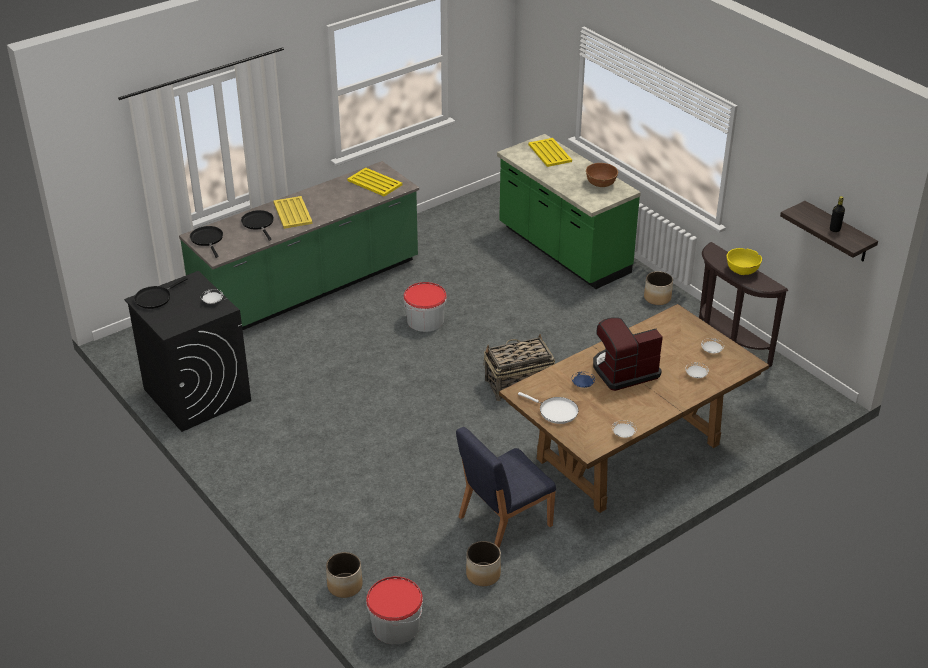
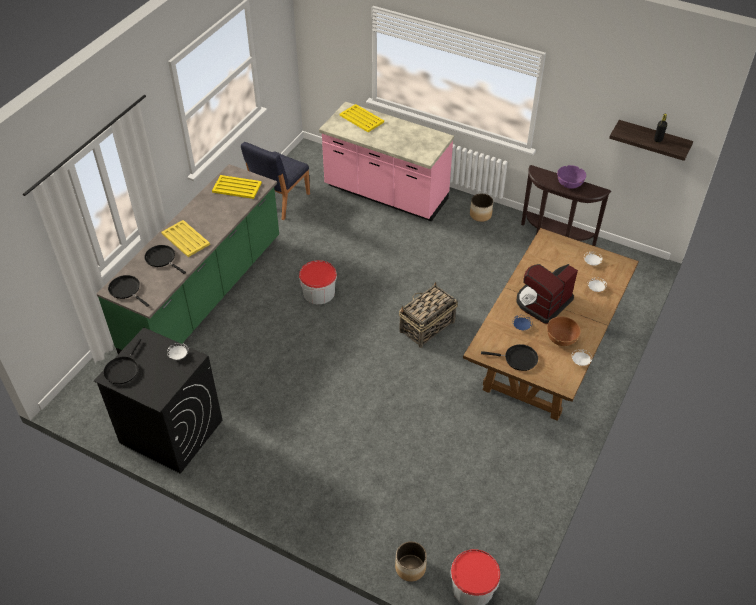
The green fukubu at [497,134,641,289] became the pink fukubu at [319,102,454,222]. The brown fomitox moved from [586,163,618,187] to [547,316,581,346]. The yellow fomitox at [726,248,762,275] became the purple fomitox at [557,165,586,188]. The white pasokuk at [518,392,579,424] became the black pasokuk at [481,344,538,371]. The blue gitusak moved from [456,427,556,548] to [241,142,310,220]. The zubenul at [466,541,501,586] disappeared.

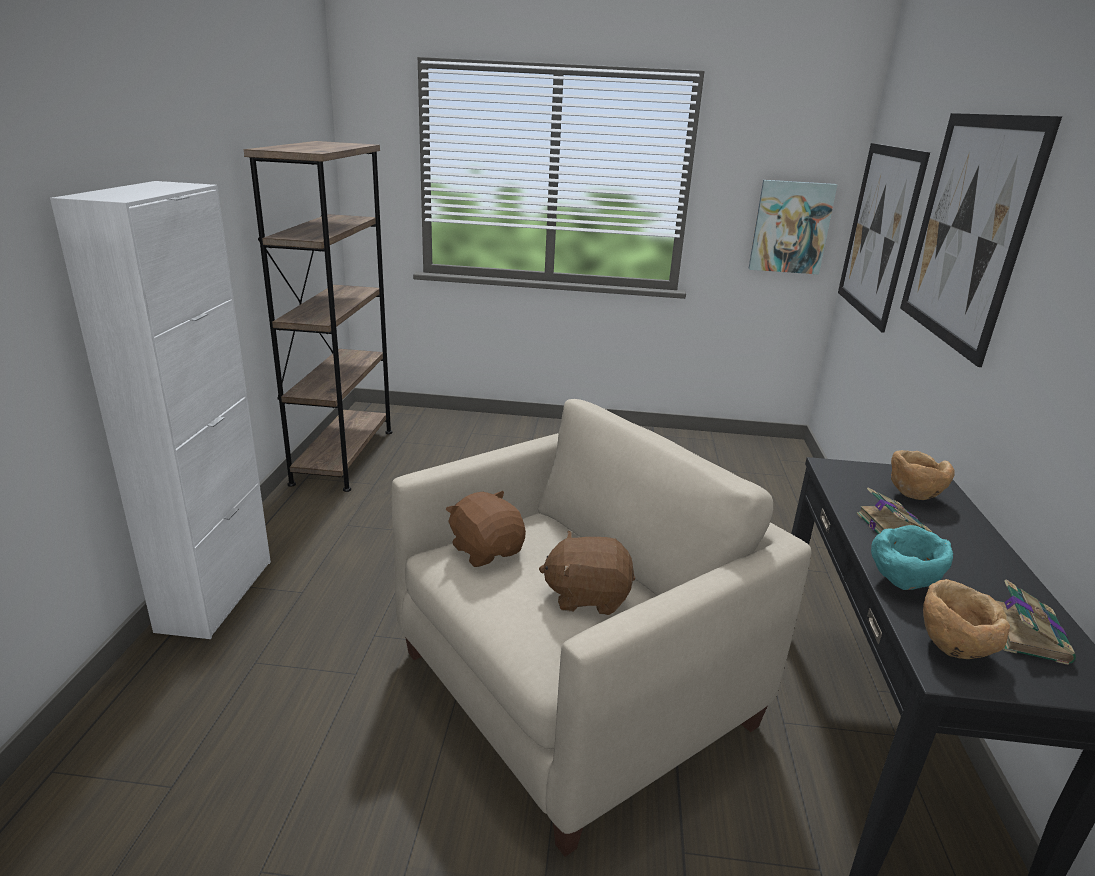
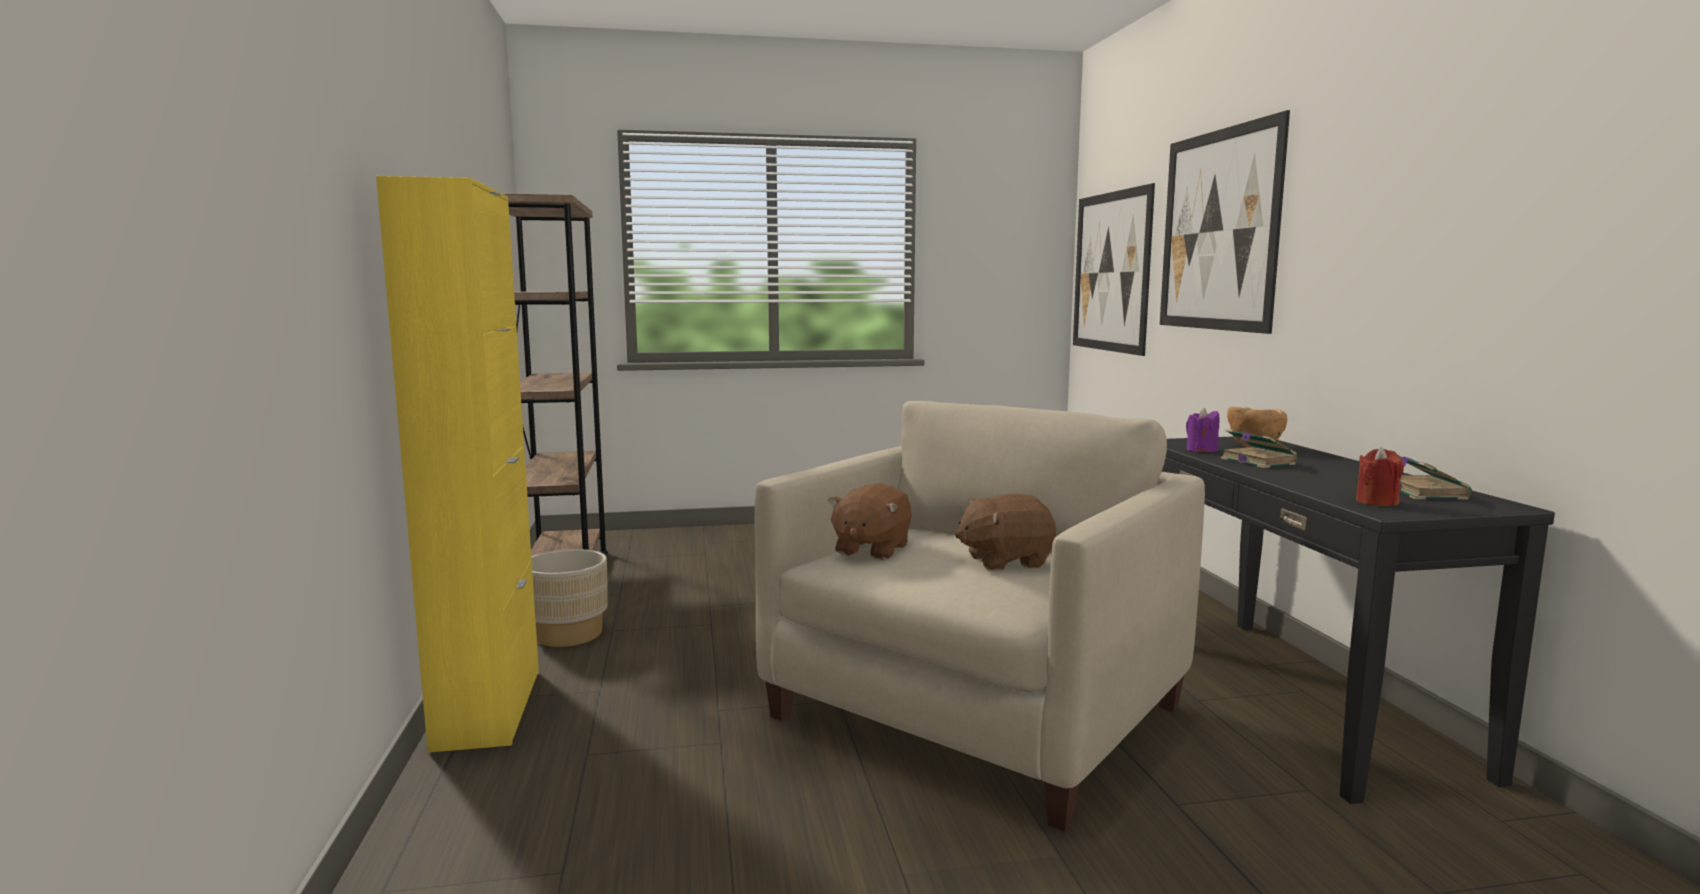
The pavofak at [749,180,837,275] disappeared. The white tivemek at [50,181,271,639] became the yellow tivemek at [376,176,539,753]. The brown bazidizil at [446,491,526,567] turned 105 degrees counterclockwise. The turquoise fomitox at [871,525,953,590] disappeared. The brown fomitox at [923,579,1010,659] was replaced by the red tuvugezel at [1356,447,1404,506]. The purple tuvugezel at [1186,408,1220,452] appeared. The beige zubenul at [531,549,608,647] appeared.

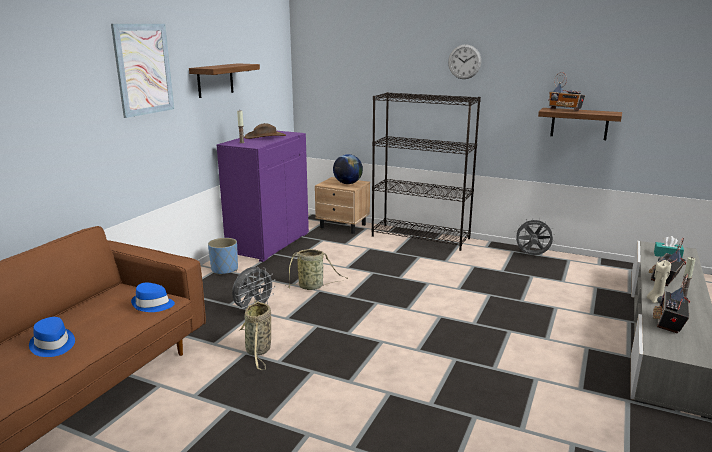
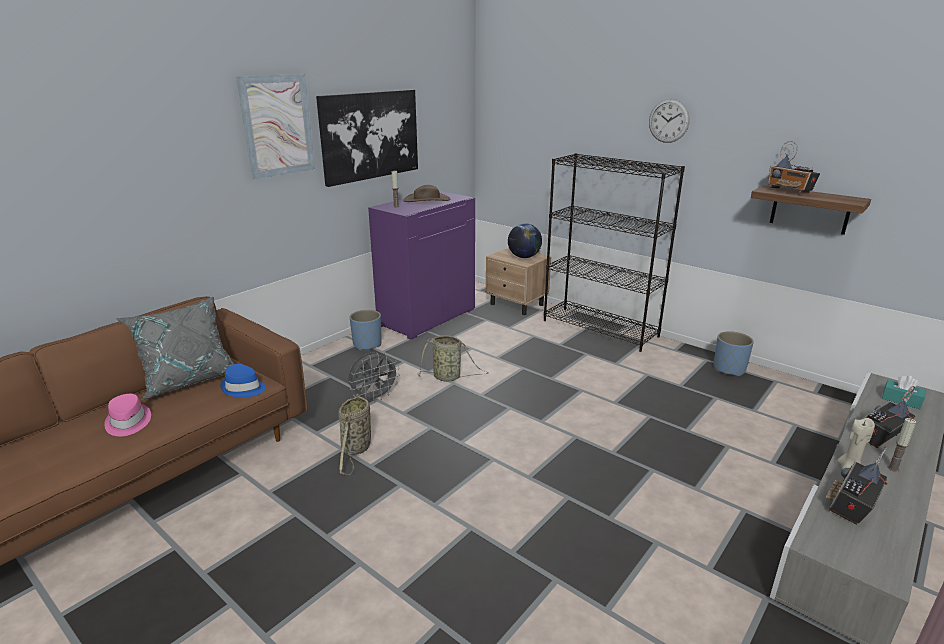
The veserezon at [189,63,260,98] was replaced by the pavofak at [316,89,418,187]. The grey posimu at [514,218,555,255] was replaced by the blue zubenul at [714,331,754,376]. The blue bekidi at [29,317,75,357] became the pink bekidi at [104,394,151,436]. The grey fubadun at [116,297,234,400] appeared.

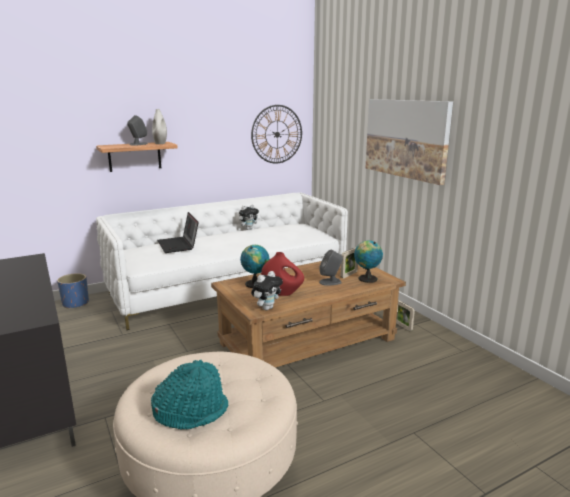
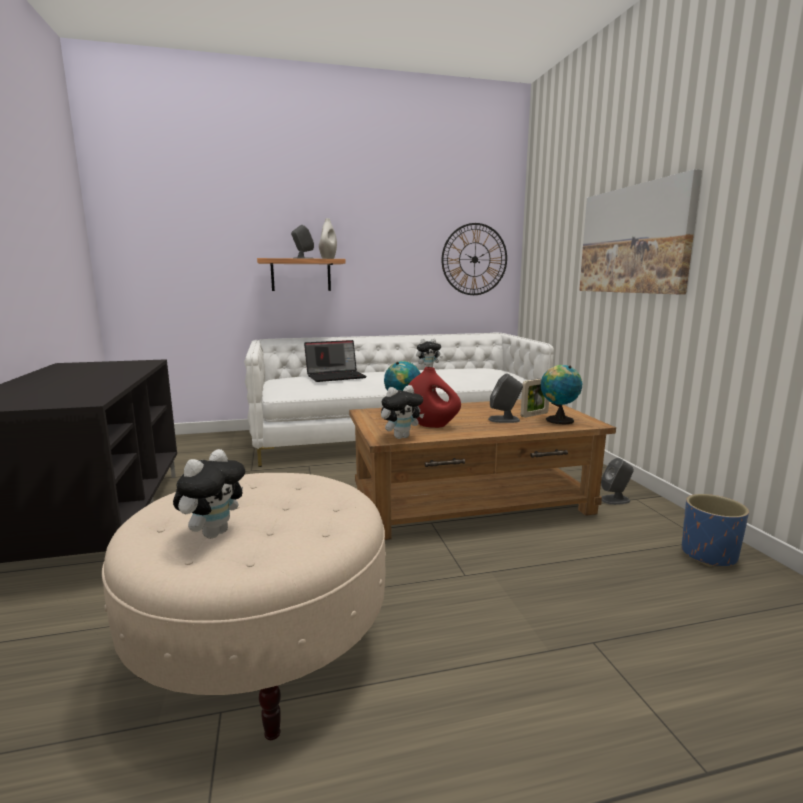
The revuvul at [157,212,199,253] turned 105 degrees counterclockwise. The blue zubenul moved from [57,273,89,309] to [682,494,749,567]. The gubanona at [396,300,415,331] was replaced by the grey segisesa at [601,458,634,505]. The turquoise bekidi at [151,360,228,430] was replaced by the bazidizil at [173,449,245,538].

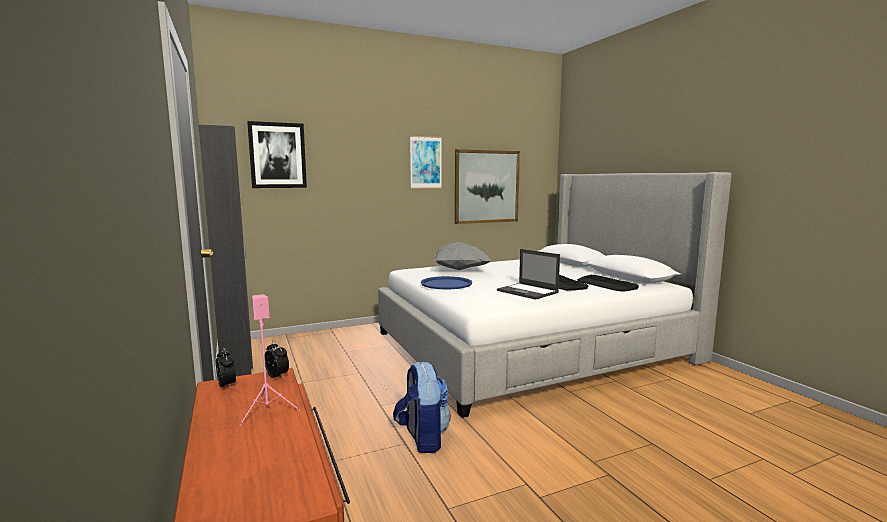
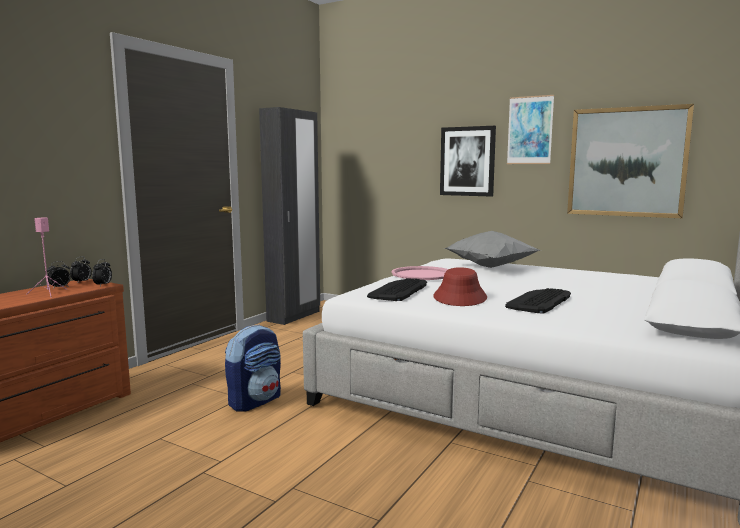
The pavofak moved from [247,121,307,188] to [440,126,496,197]. The revuvul at [497,249,560,300] was replaced by the red bekidi at [433,267,487,306]. The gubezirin moved from [577,275,639,292] to [367,278,427,301]. The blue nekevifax at [421,276,472,289] became the pink nekevifax at [391,266,448,280]. The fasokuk at [47,261,70,289] appeared.

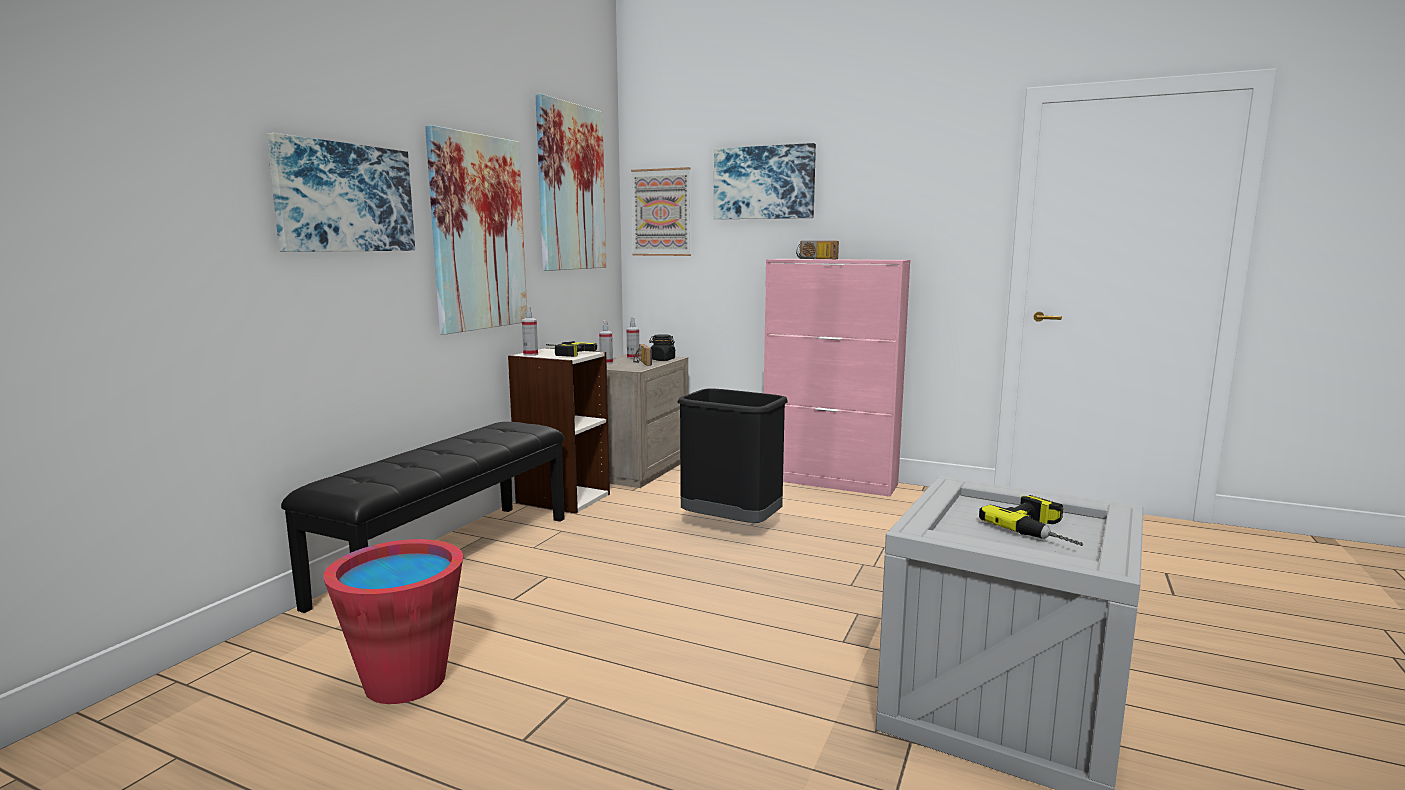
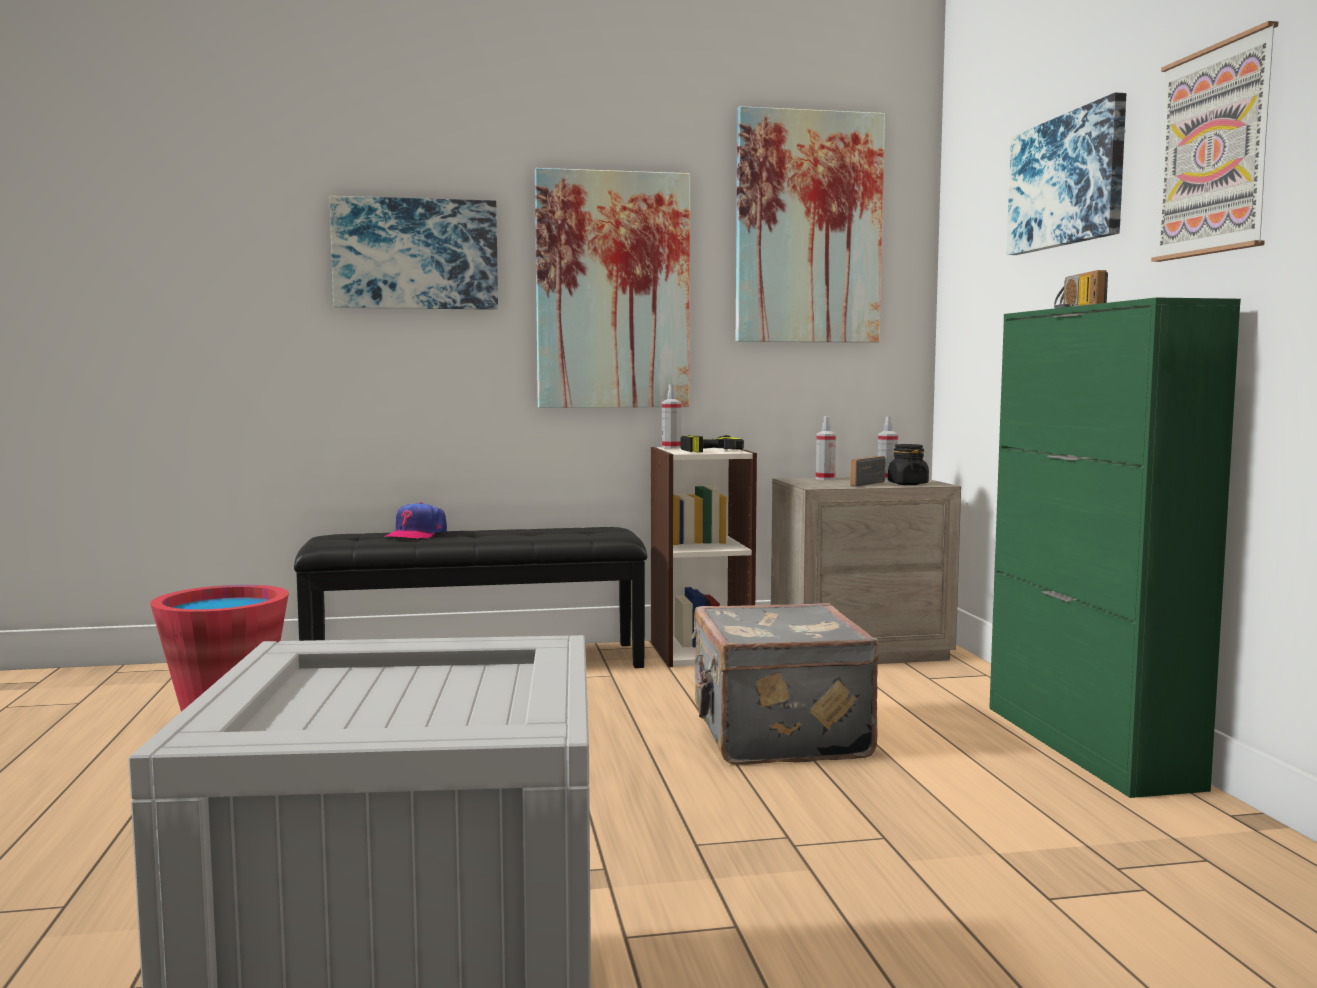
The pavofak moved from [631,167,691,256] to [1151,21,1278,262]. The pink tivemek at [764,259,910,497] became the green tivemek at [989,298,1241,798]. The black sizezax at [677,388,788,523] was replaced by the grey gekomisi at [691,603,879,765]. The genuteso at [979,495,1083,546] disappeared. The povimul at [384,502,447,539] appeared.

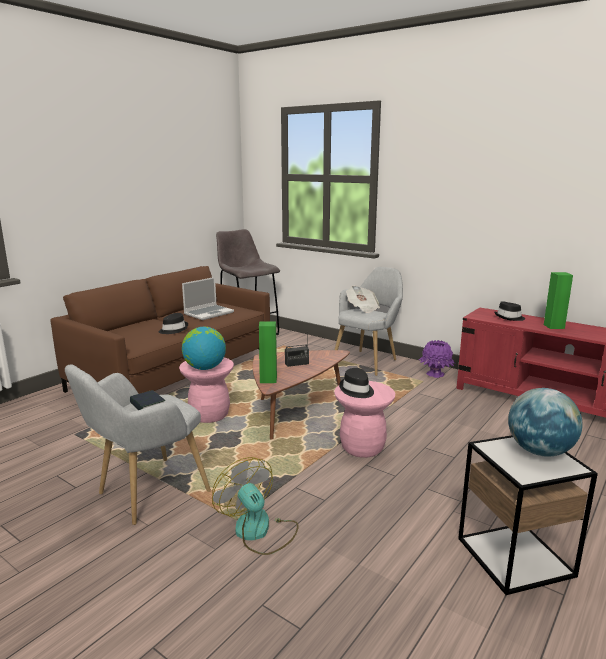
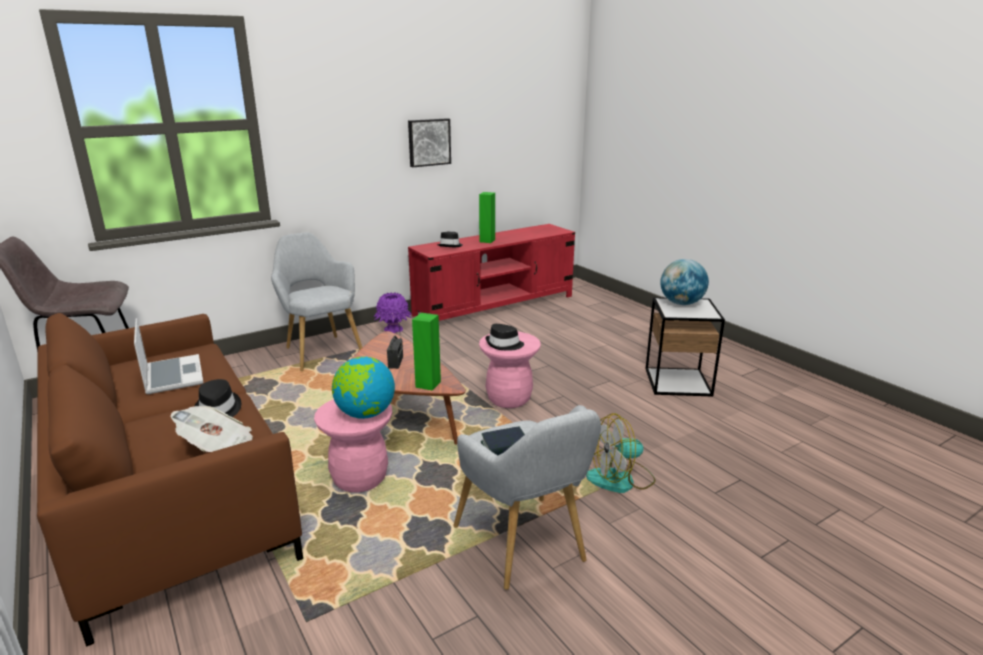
The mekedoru moved from [346,286,380,313] to [170,406,253,452]. The pavofak at [408,118,451,167] appeared.

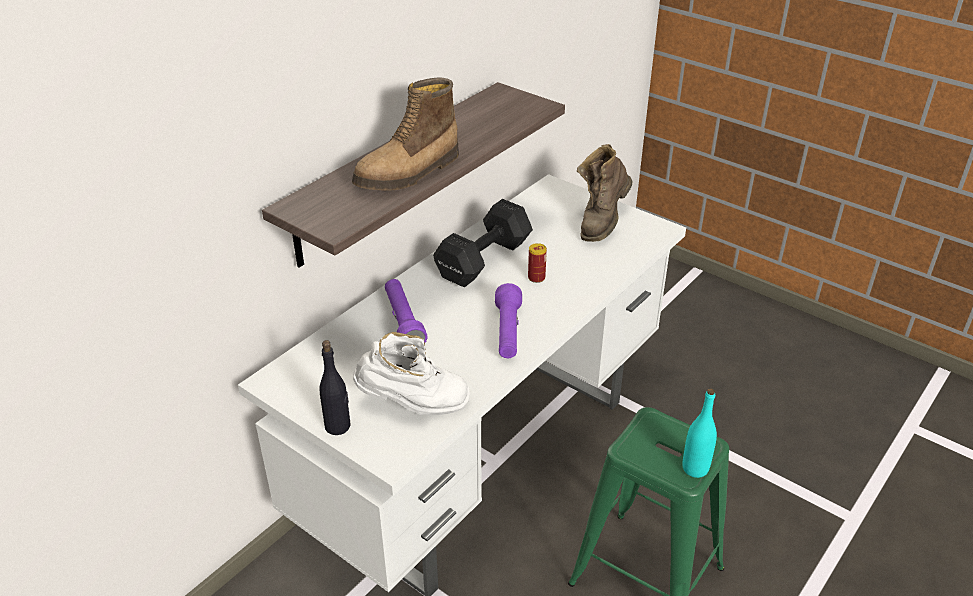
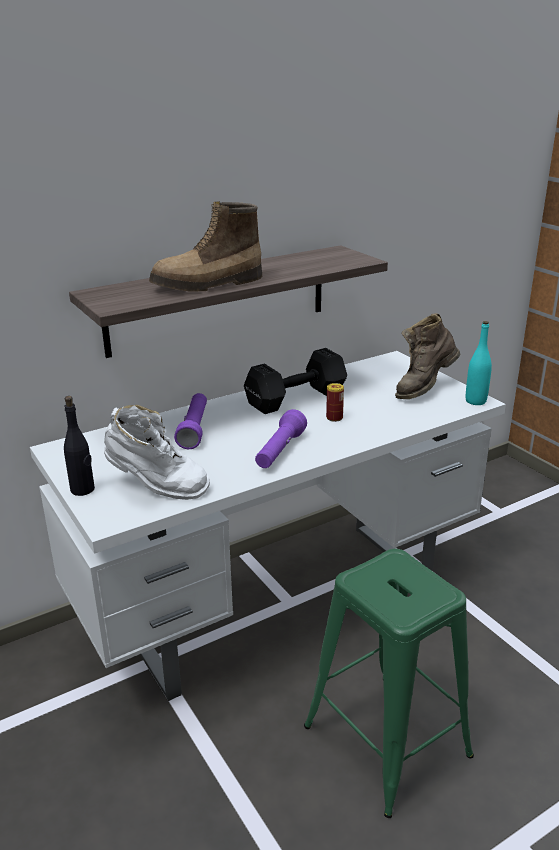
The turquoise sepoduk moved from [683,388,717,478] to [466,321,492,405].

